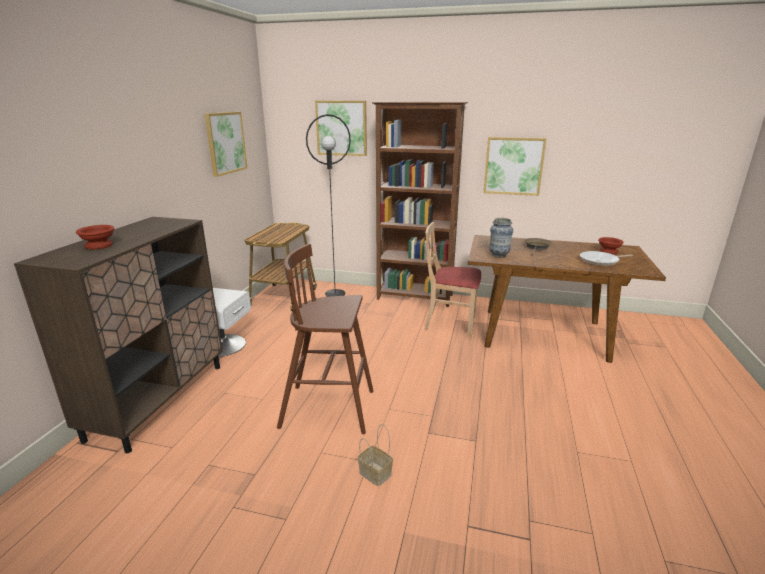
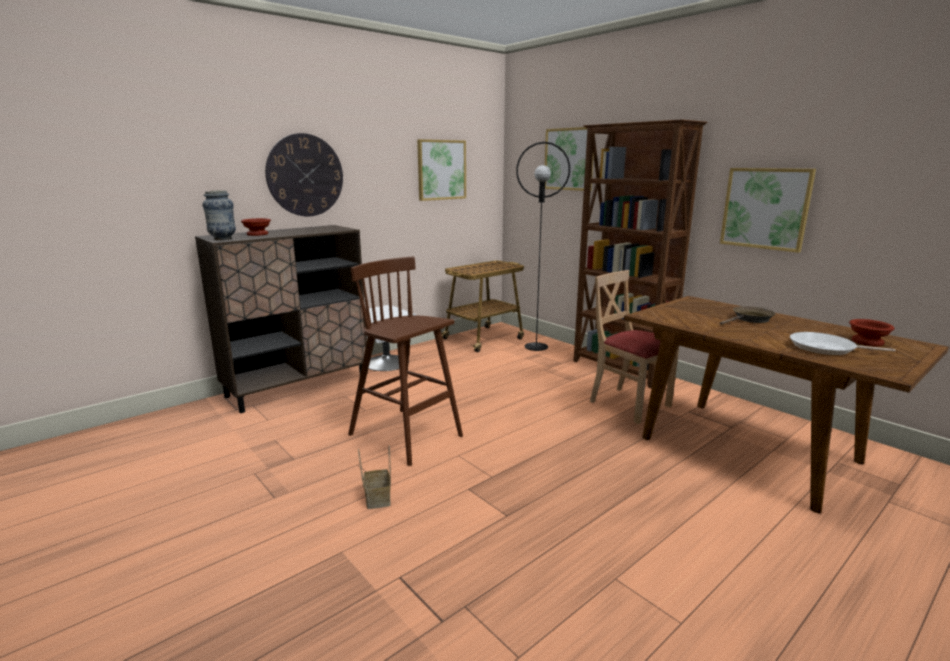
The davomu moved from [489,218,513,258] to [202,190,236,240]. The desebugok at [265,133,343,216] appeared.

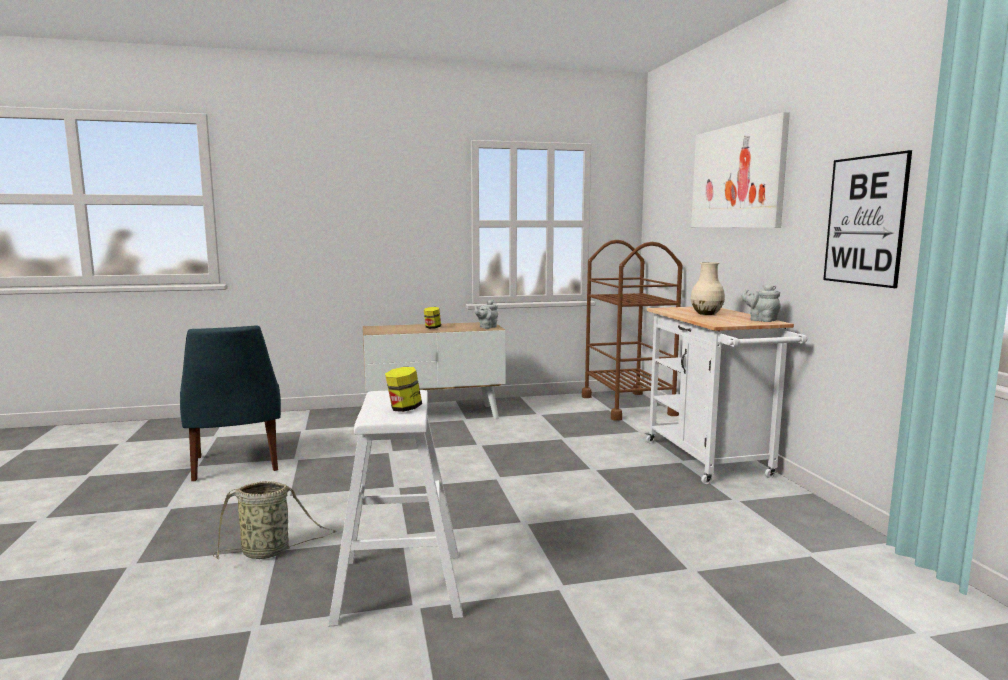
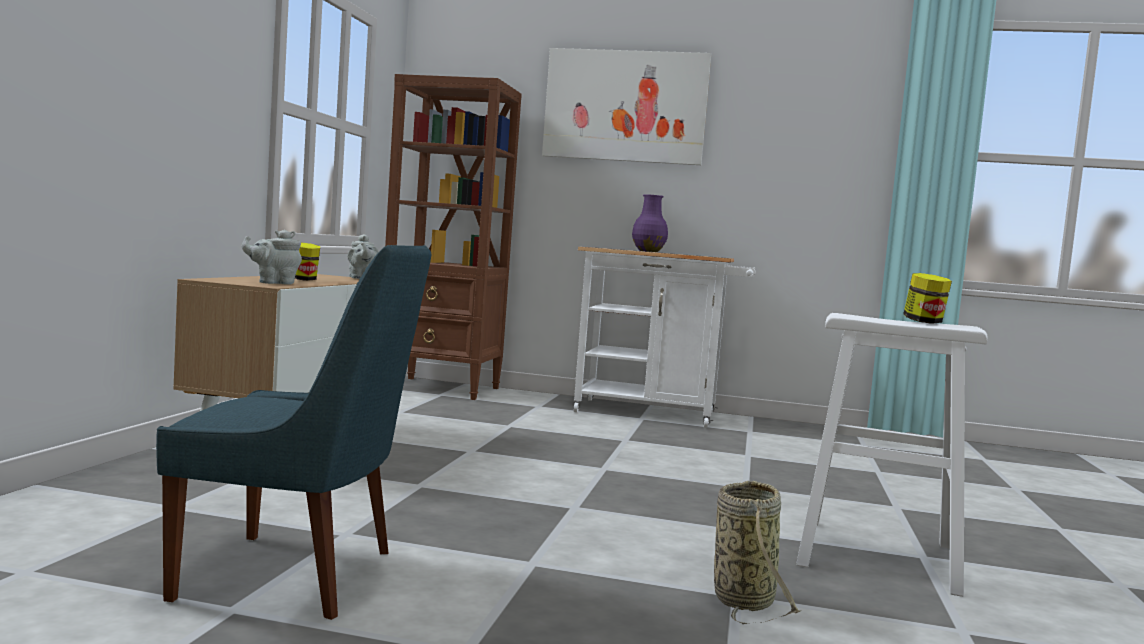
The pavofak at [823,150,912,288] disappeared. The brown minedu at [582,240,683,421] was replaced by the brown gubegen at [385,74,522,400]. The beige davomu at [691,262,725,315] became the purple davomu at [632,194,668,252]. The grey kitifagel moved from [741,284,781,322] to [241,230,302,285].

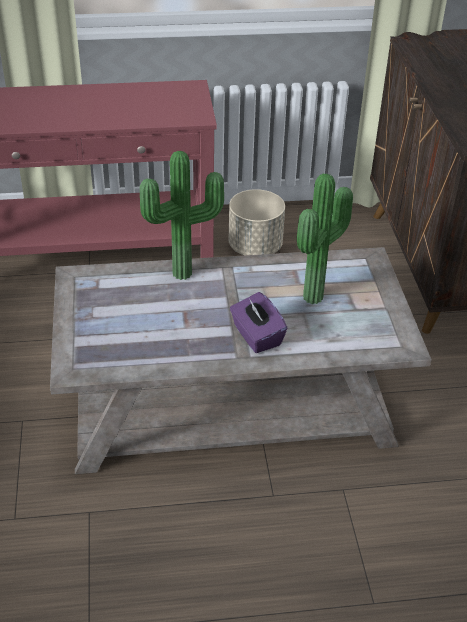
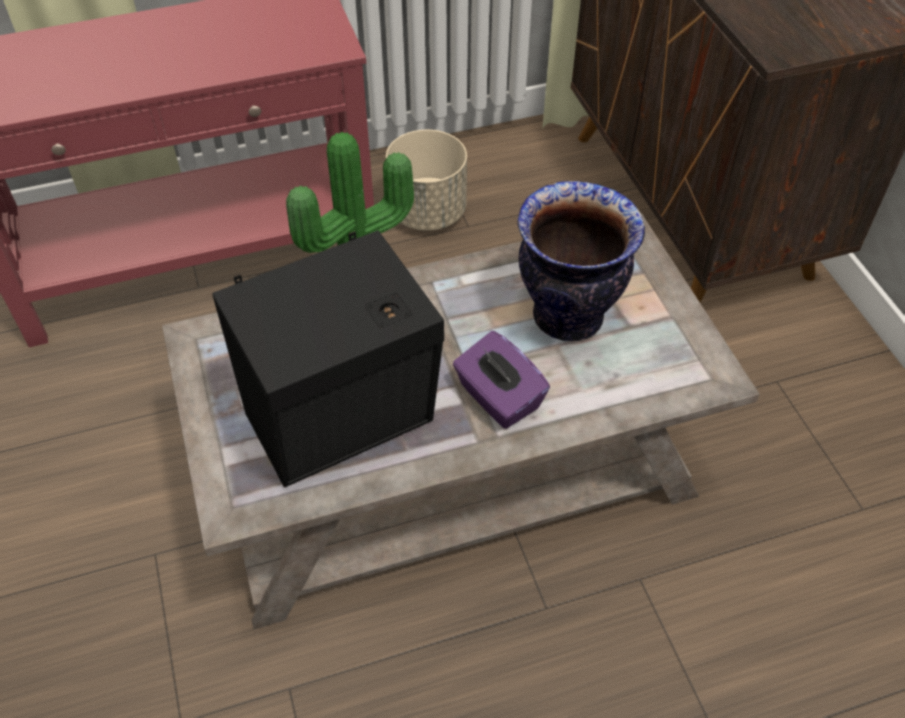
The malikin at [297,174,353,304] was replaced by the davomu at [517,181,645,341]. The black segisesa at [212,230,444,487] appeared.

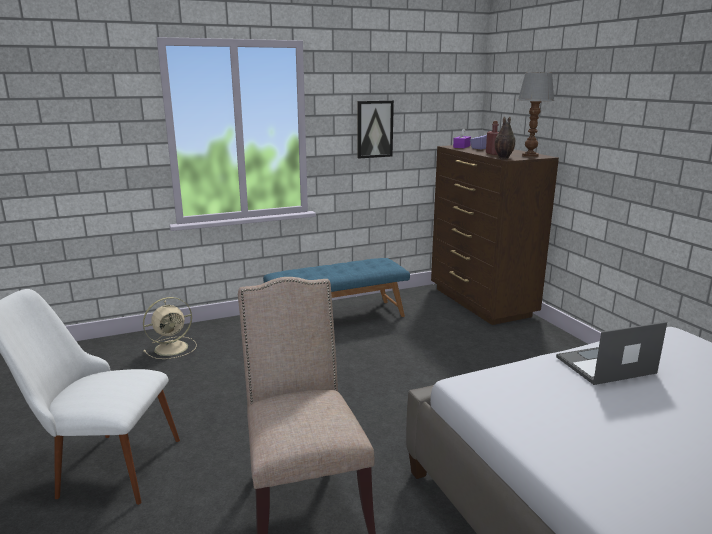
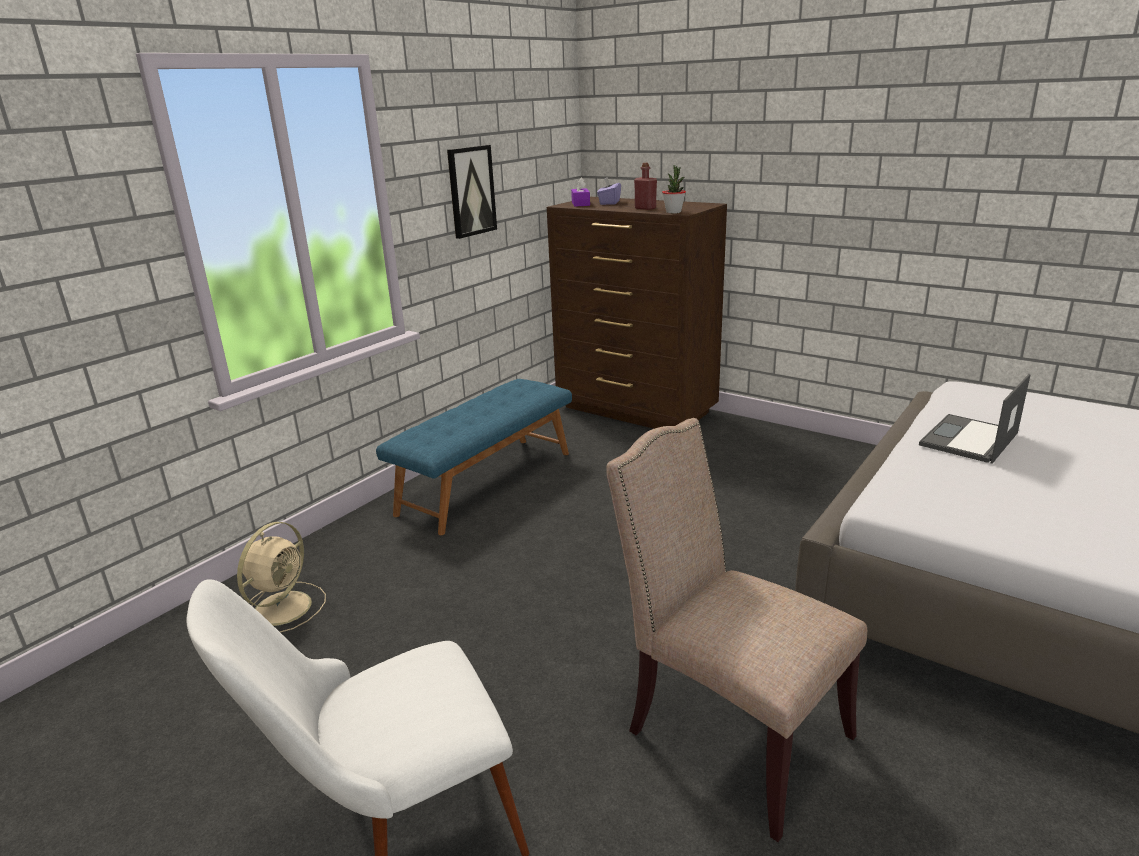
The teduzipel at [518,73,554,157] disappeared. The davomu at [494,116,516,159] was replaced by the malikin at [662,165,686,214].

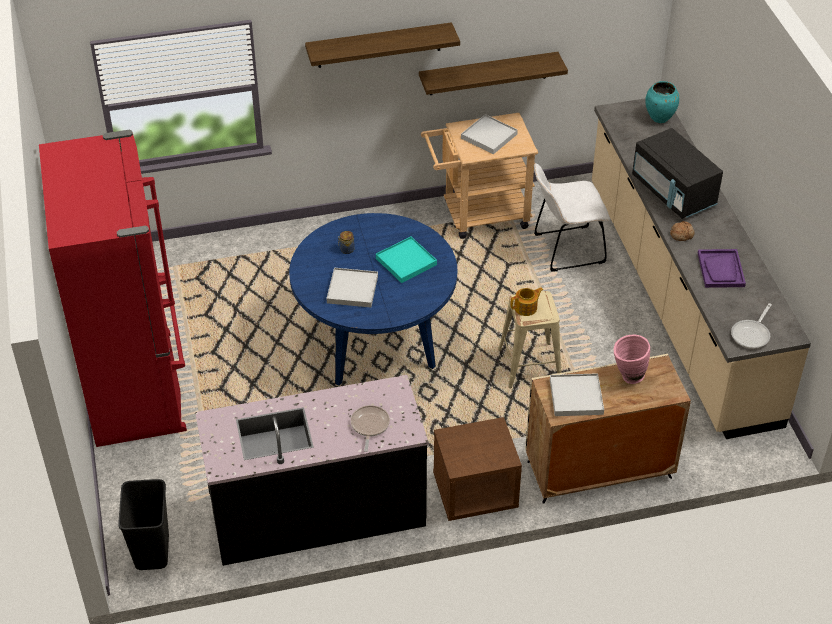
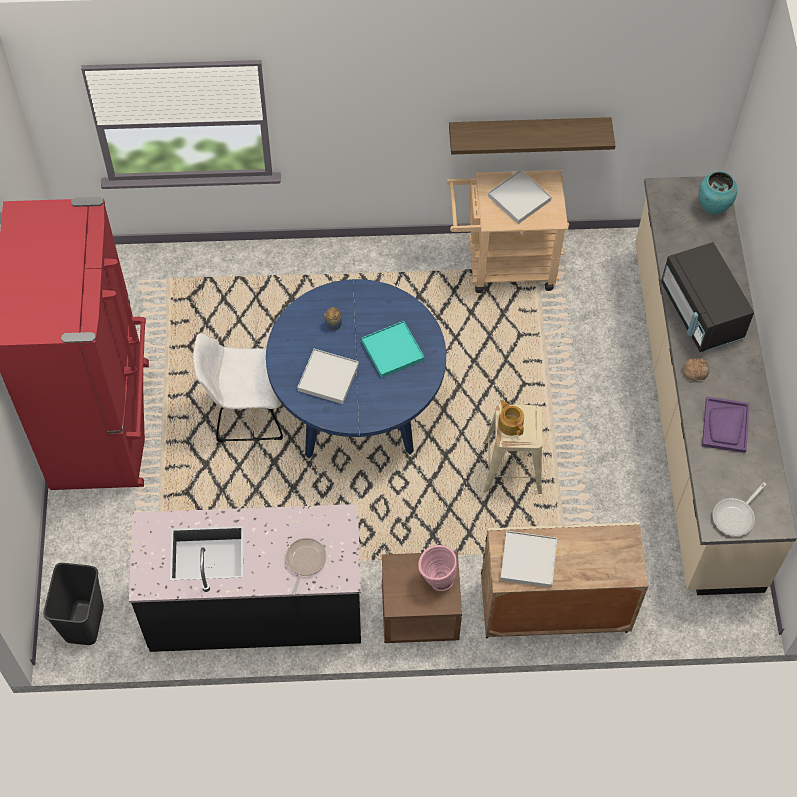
The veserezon at [305,22,460,68] disappeared. The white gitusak moved from [534,163,610,272] to [193,333,283,442]. The kitifagel at [510,288,543,316] turned 105 degrees counterclockwise. The pink davomu moved from [614,335,650,384] to [418,545,457,591].

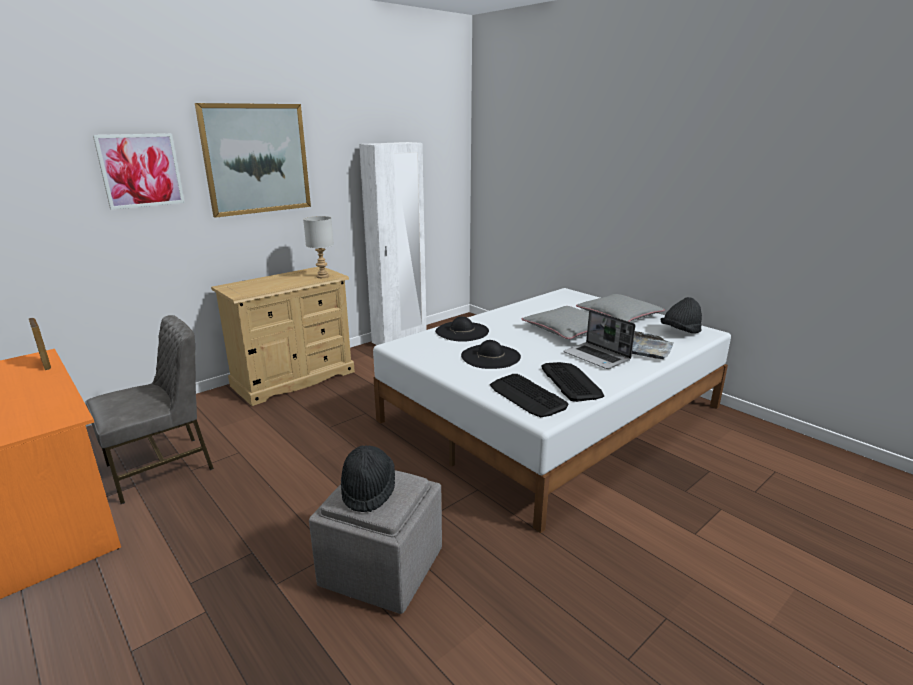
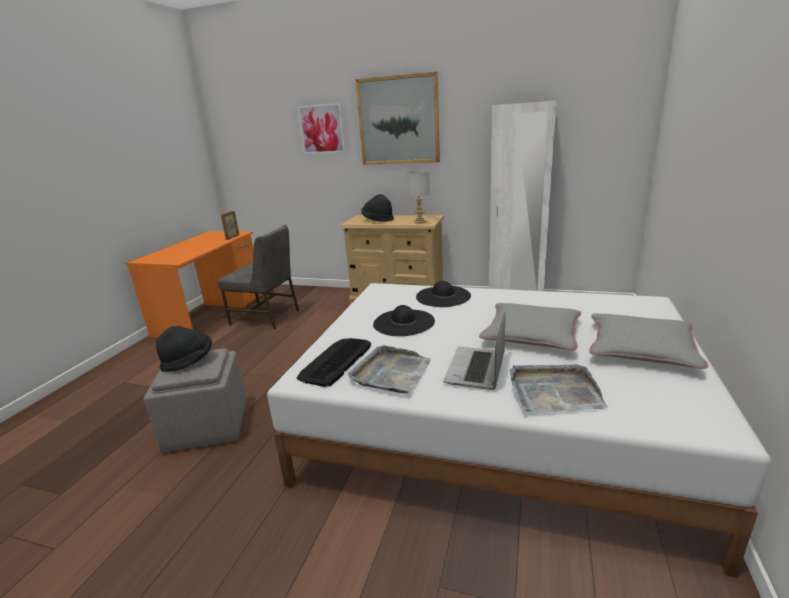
The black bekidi moved from [661,297,702,333] to [361,194,394,222]. The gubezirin at [541,362,604,402] was replaced by the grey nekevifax at [348,345,431,393].

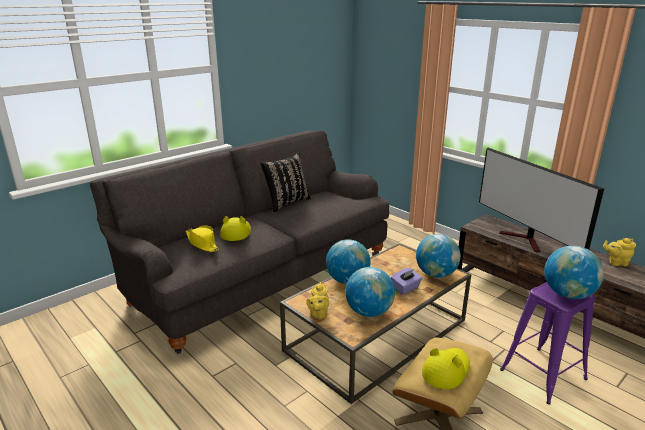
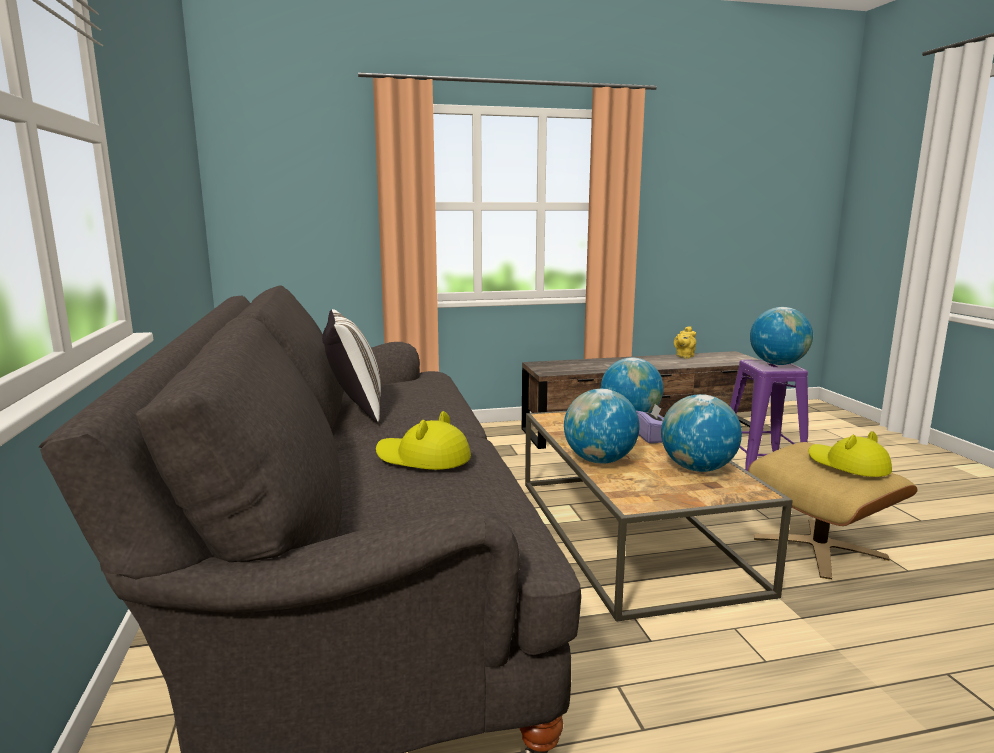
The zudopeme at [479,147,604,252] disappeared. The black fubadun at [260,152,311,212] became the white fubadun at [322,309,381,422]. The yellow bekidi at [186,225,219,252] disappeared. The yellow kitifagel at [306,282,329,319] disappeared.

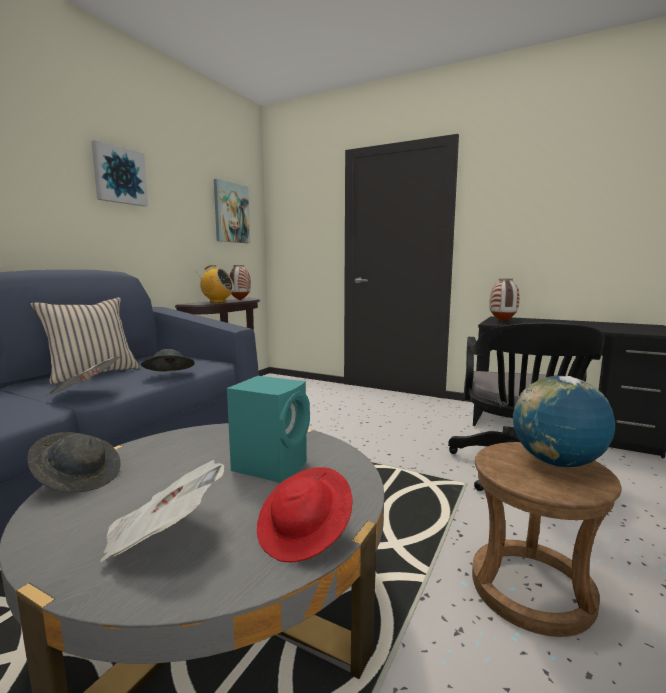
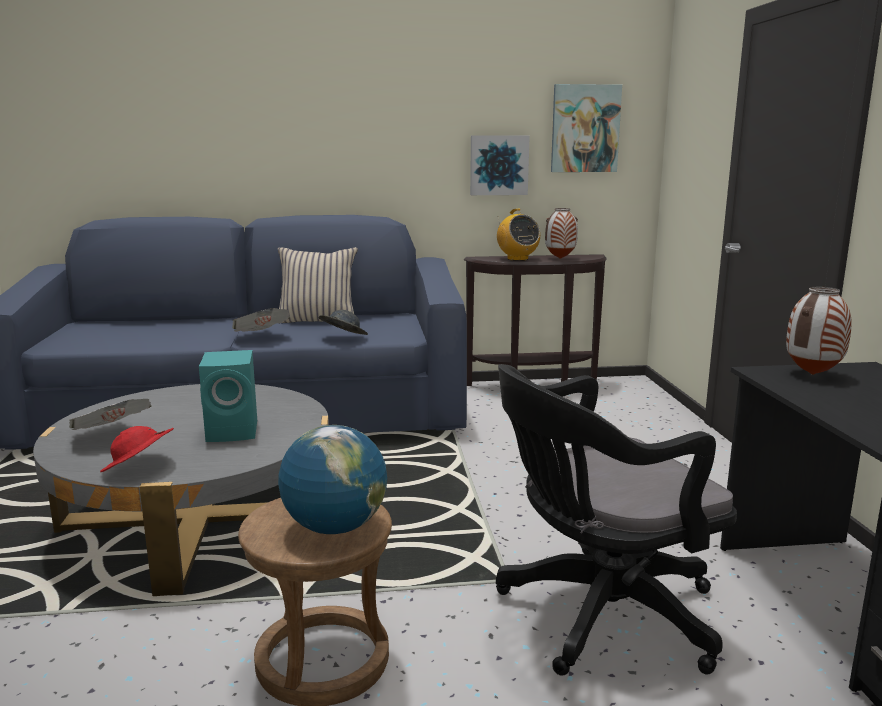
The pavofak moved from [91,140,148,206] to [470,135,530,195]. The grey bekidi at [27,432,121,492] disappeared.

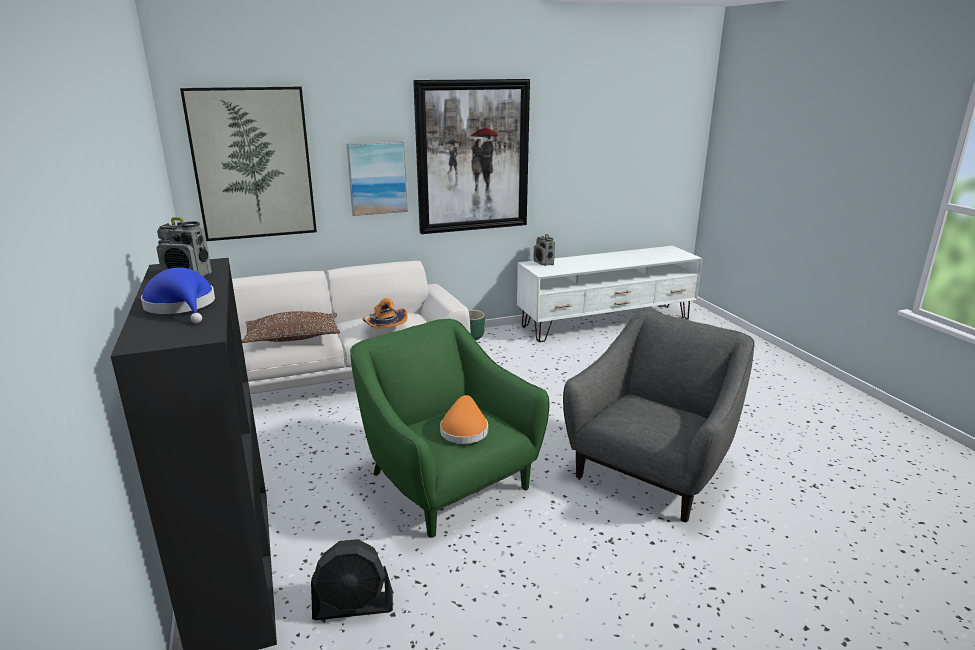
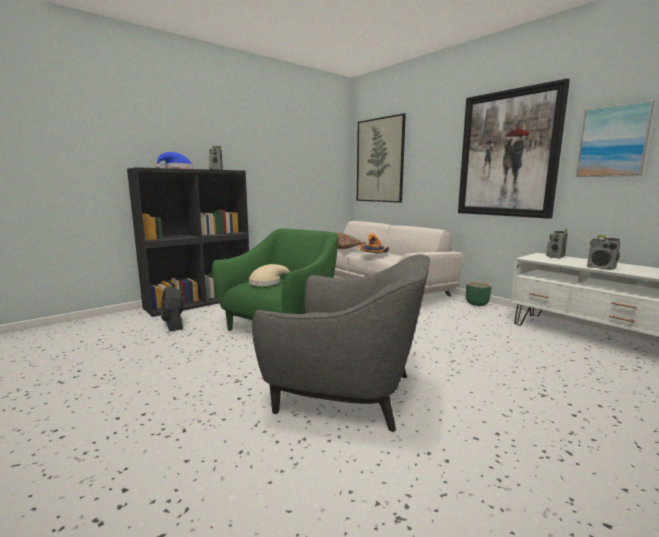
The pavofak moved from [346,141,408,216] to [576,100,655,177]. The orange bekidi at [440,395,488,444] became the beige bekidi at [249,264,290,286]. The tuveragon at [587,235,620,270] appeared.

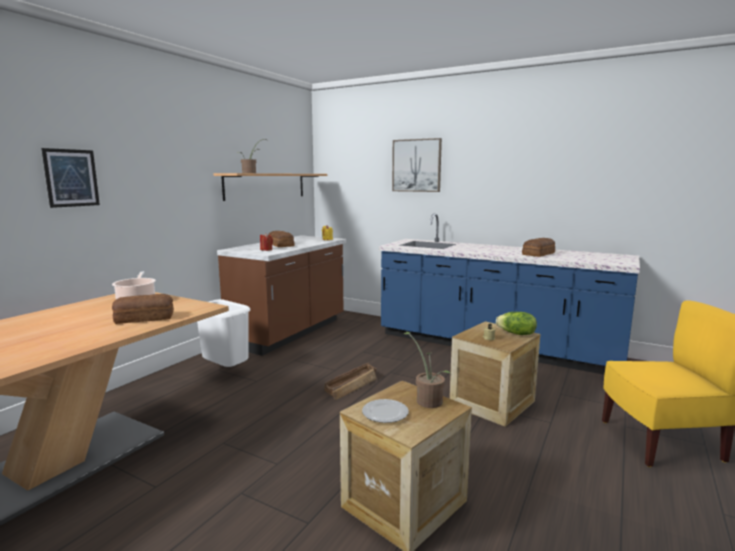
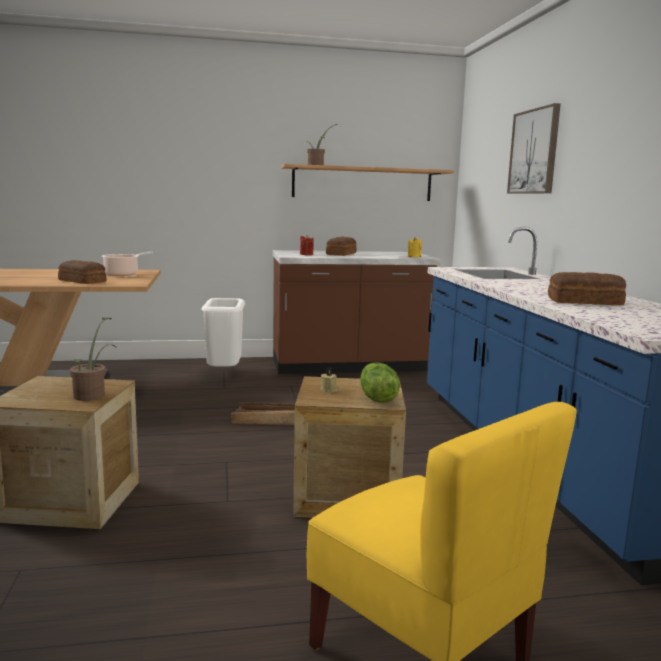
The pavofak at [41,148,100,208] disappeared. The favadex at [362,399,409,423] disappeared.

